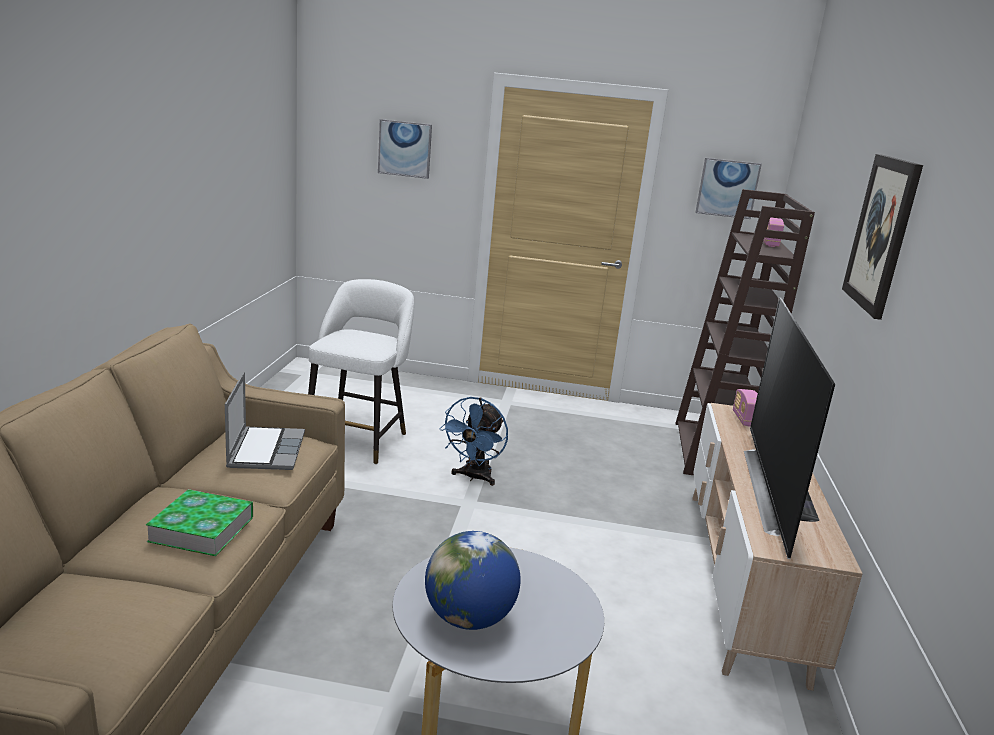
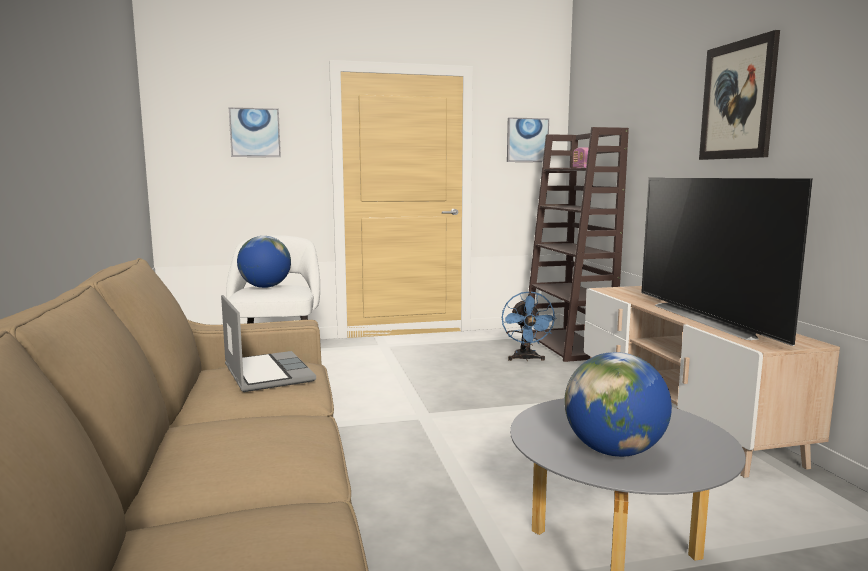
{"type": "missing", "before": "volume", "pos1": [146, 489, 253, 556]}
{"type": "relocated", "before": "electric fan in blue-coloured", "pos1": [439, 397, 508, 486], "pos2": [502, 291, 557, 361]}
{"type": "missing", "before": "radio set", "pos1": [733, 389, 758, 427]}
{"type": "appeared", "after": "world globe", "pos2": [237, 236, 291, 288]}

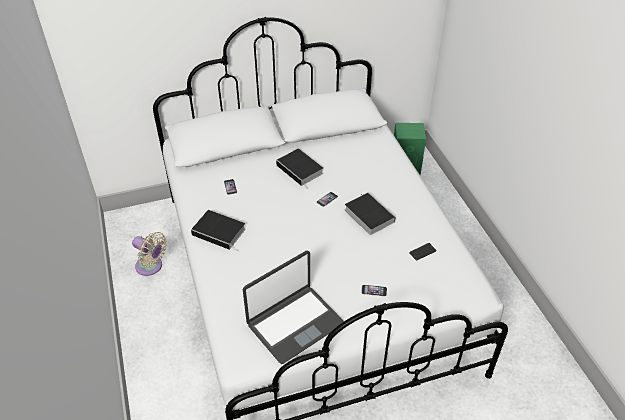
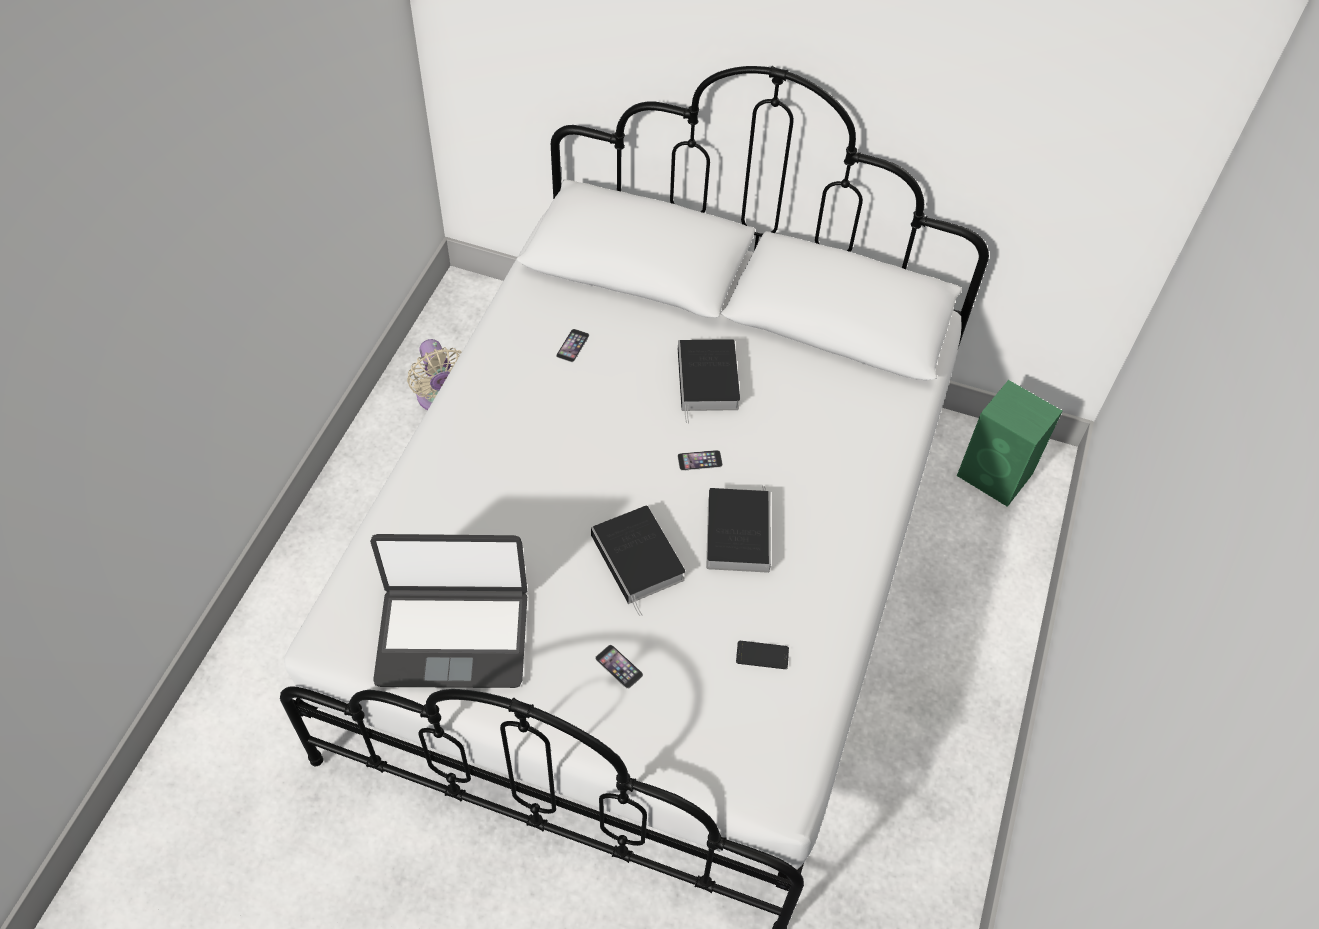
{"type": "relocated", "before": "volume", "pos1": [191, 210, 246, 251], "pos2": [591, 506, 685, 616]}

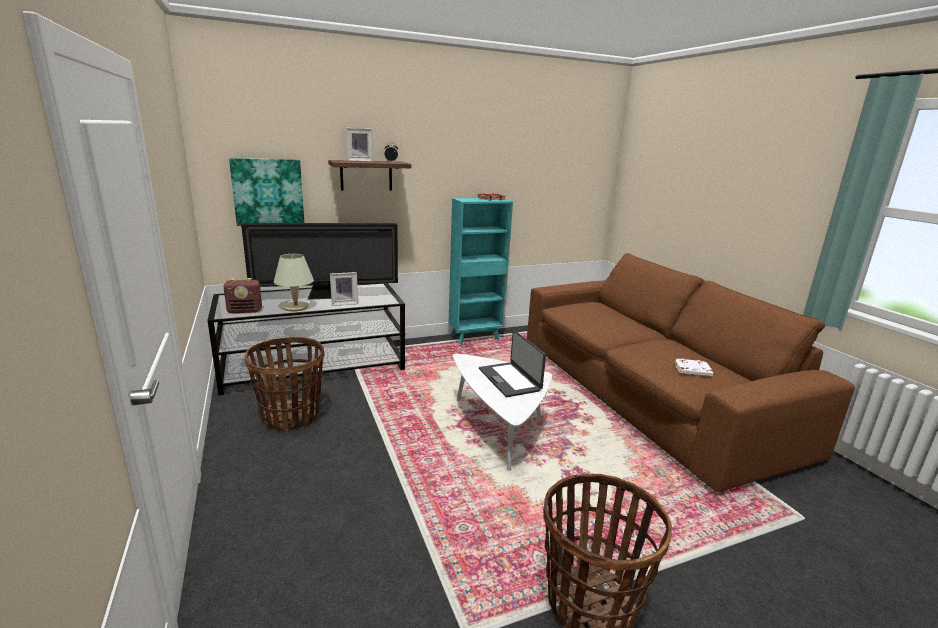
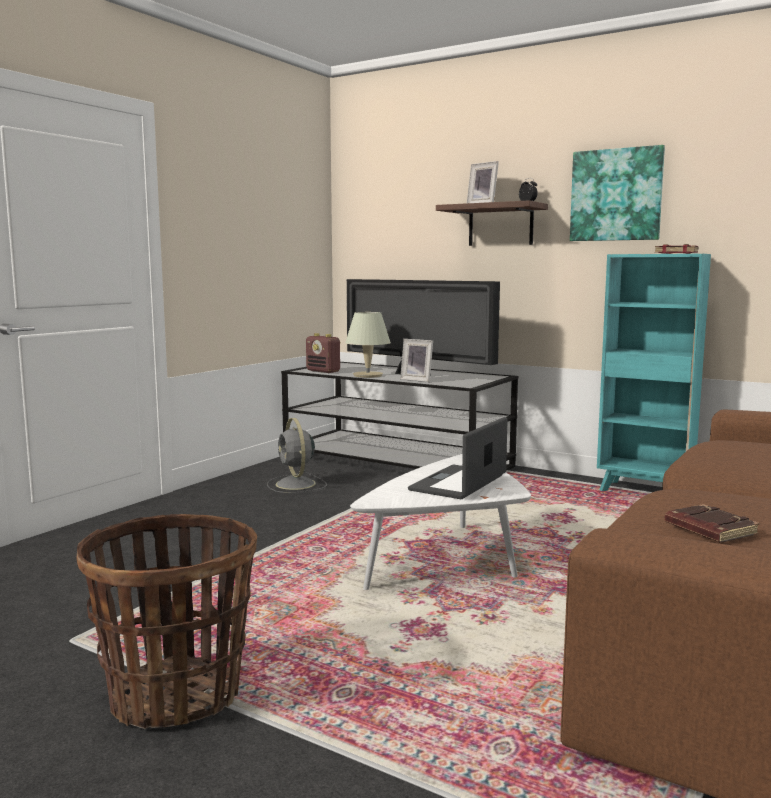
{"type": "relocated", "before": "wall art", "pos1": [229, 158, 304, 226], "pos2": [570, 145, 665, 241]}
{"type": "exchanged", "before": "storage basket", "after": "electric fan in gray", "pos1": [245, 337, 324, 432], "pos2": [267, 418, 327, 493]}
{"type": "colour", "before": "volume in whitish", "after": "volume in brown", "pos1": [674, 358, 713, 377], "pos2": [665, 504, 760, 543]}

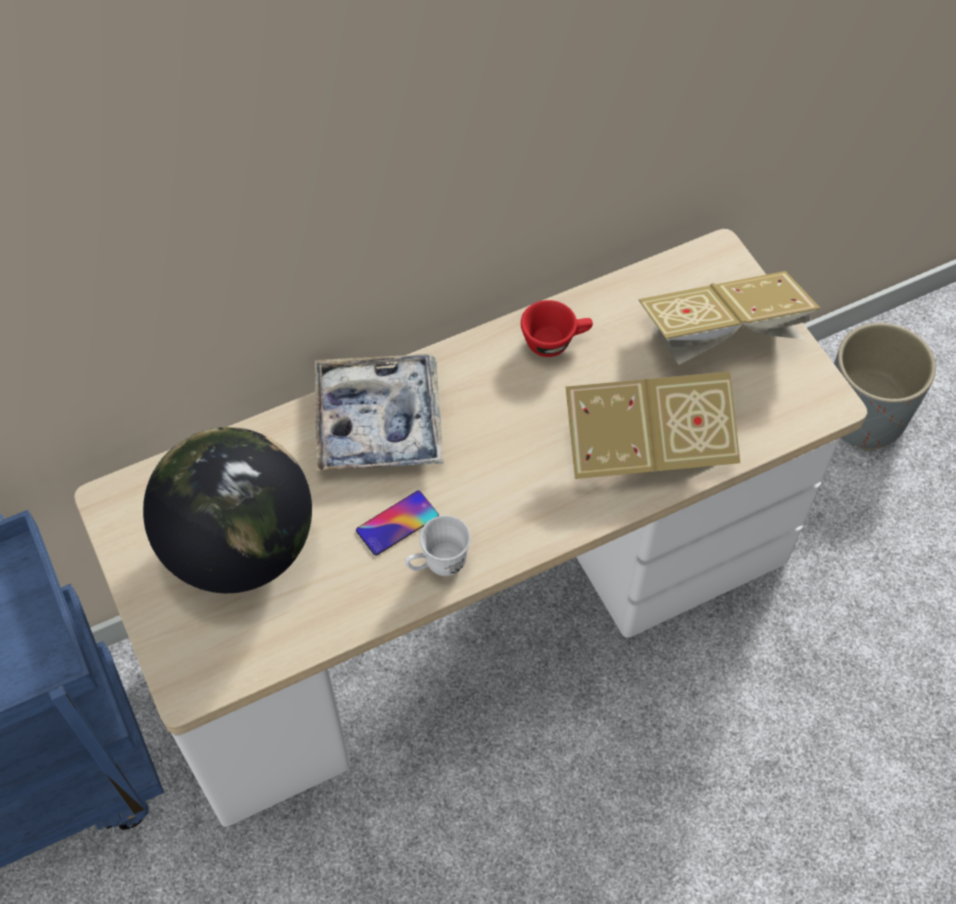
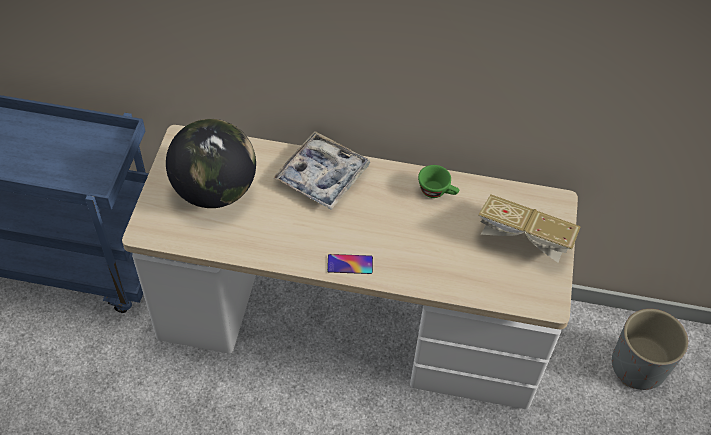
{"type": "relocated", "before": "telephone", "pos1": [356, 490, 439, 556], "pos2": [327, 254, 373, 274]}
{"type": "missing", "before": "mug in whitish", "pos1": [405, 515, 471, 576]}
{"type": "colour", "before": "drinking cup in red-coloured", "after": "drinking cup in greenish", "pos1": [521, 300, 593, 357], "pos2": [418, 165, 459, 198]}
{"type": "missing", "before": "volume", "pos1": [566, 371, 740, 479]}

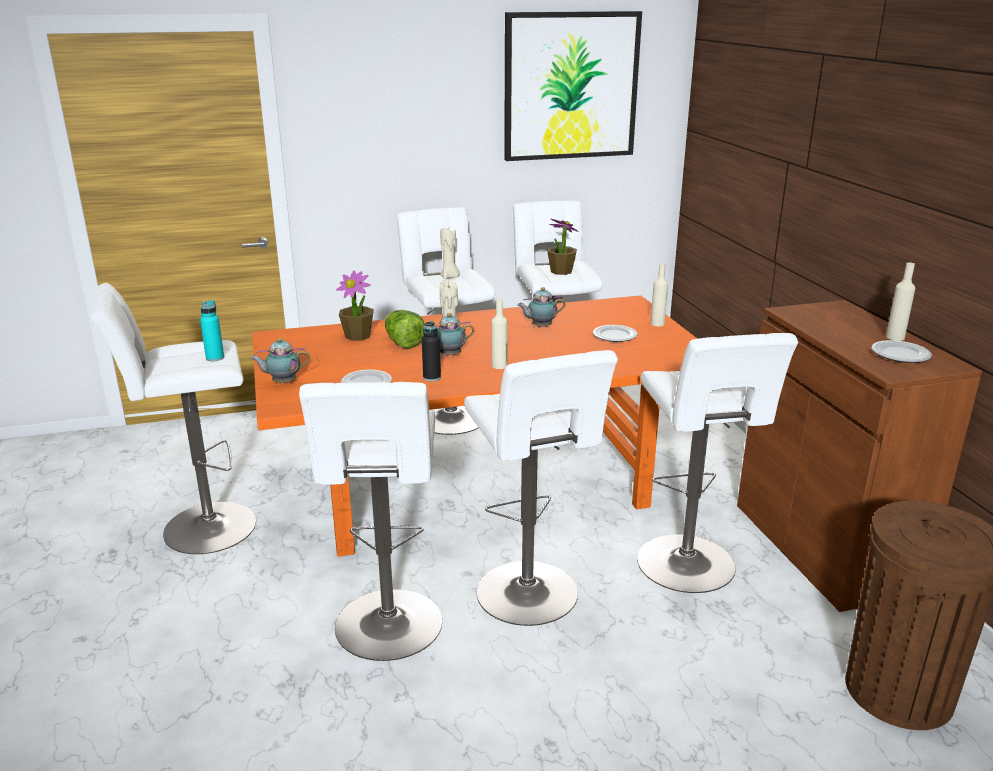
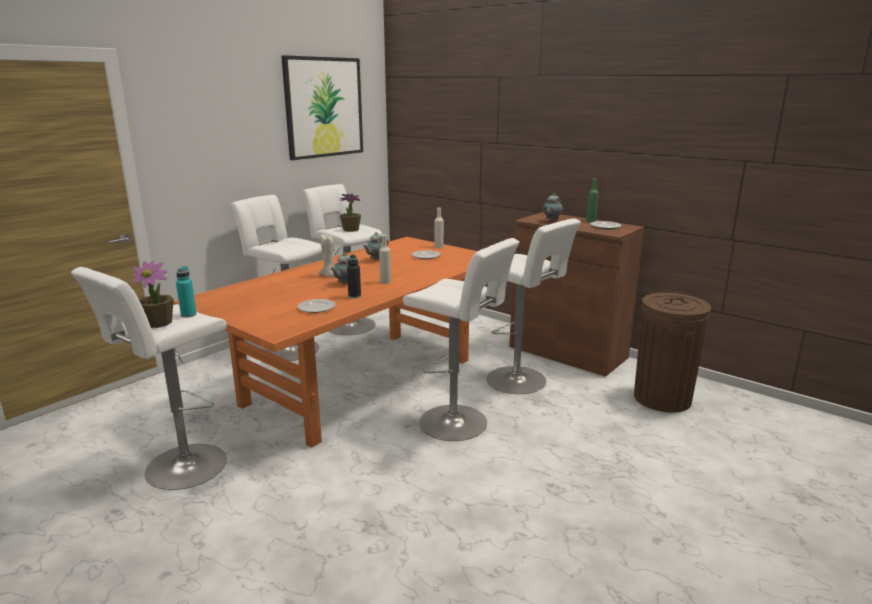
{"type": "relocated", "before": "pot for tea", "pos1": [251, 338, 310, 383], "pos2": [542, 193, 563, 221]}
{"type": "missing", "before": "sitting stool in whitish", "pos1": [299, 382, 442, 661]}
{"type": "relocated", "before": "potted plant", "pos1": [336, 271, 374, 341], "pos2": [131, 261, 174, 328]}
{"type": "missing", "before": "lettuce head", "pos1": [385, 310, 425, 349]}
{"type": "missing", "before": "candle in beige", "pos1": [440, 228, 460, 279]}
{"type": "colour", "before": "bottle in beige", "after": "bottle in greenish", "pos1": [886, 262, 915, 341], "pos2": [586, 179, 599, 222]}

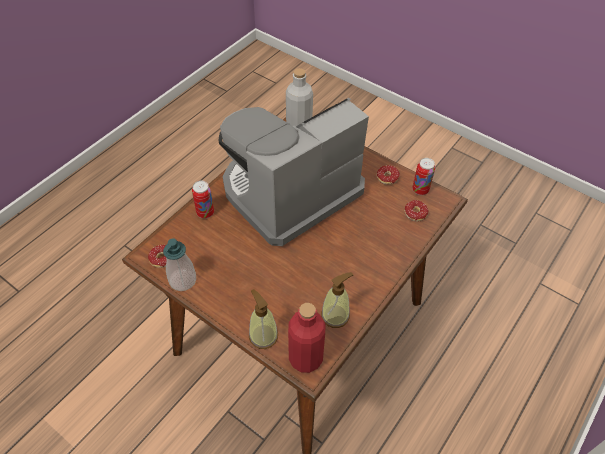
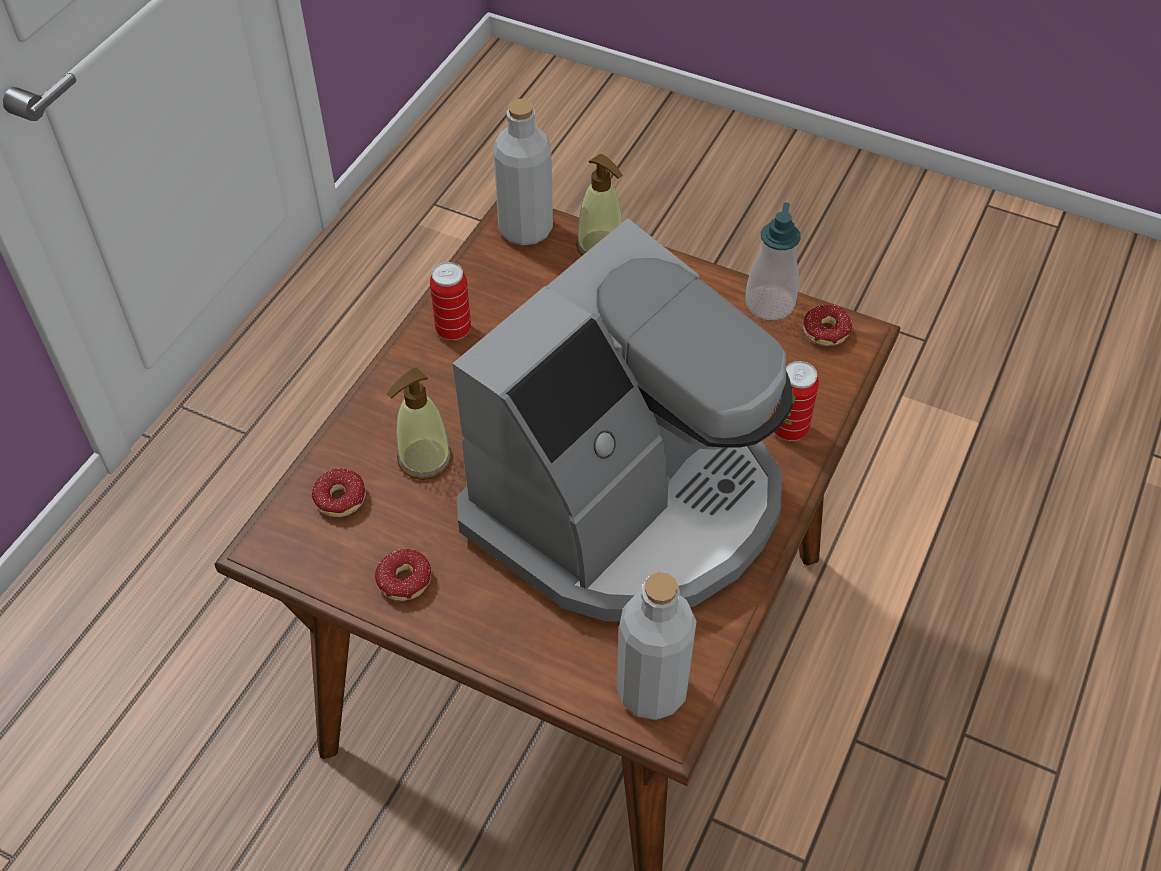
{"type": "colour", "before": "bottle in red-coloured", "after": "bottle in gray", "pos1": [288, 303, 325, 373], "pos2": [493, 99, 553, 245]}
{"type": "relocated", "before": "soap bottle", "pos1": [321, 272, 354, 328], "pos2": [387, 368, 452, 480]}
{"type": "relocated", "before": "metal can", "pos1": [412, 158, 435, 195], "pos2": [430, 262, 471, 341]}

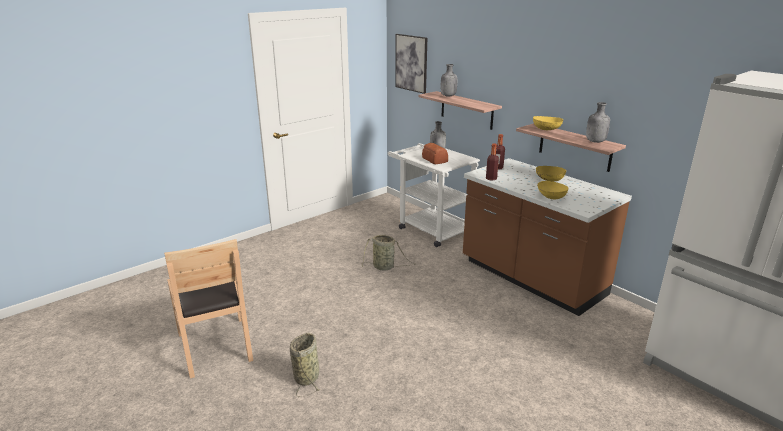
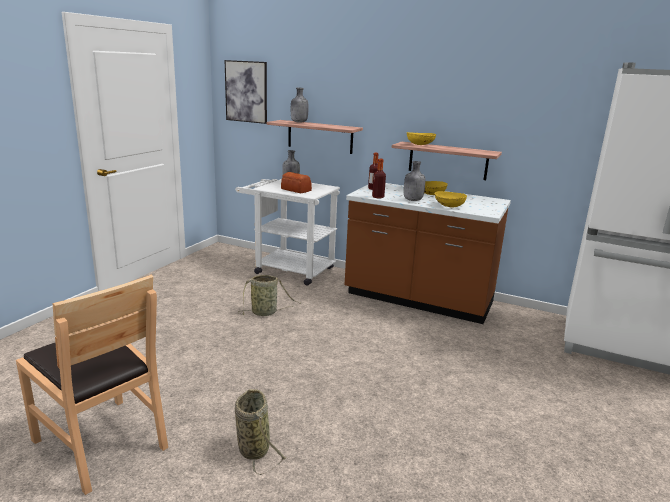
{"type": "relocated", "before": "bottle in gray", "pos1": [586, 102, 610, 143], "pos2": [404, 161, 425, 201]}

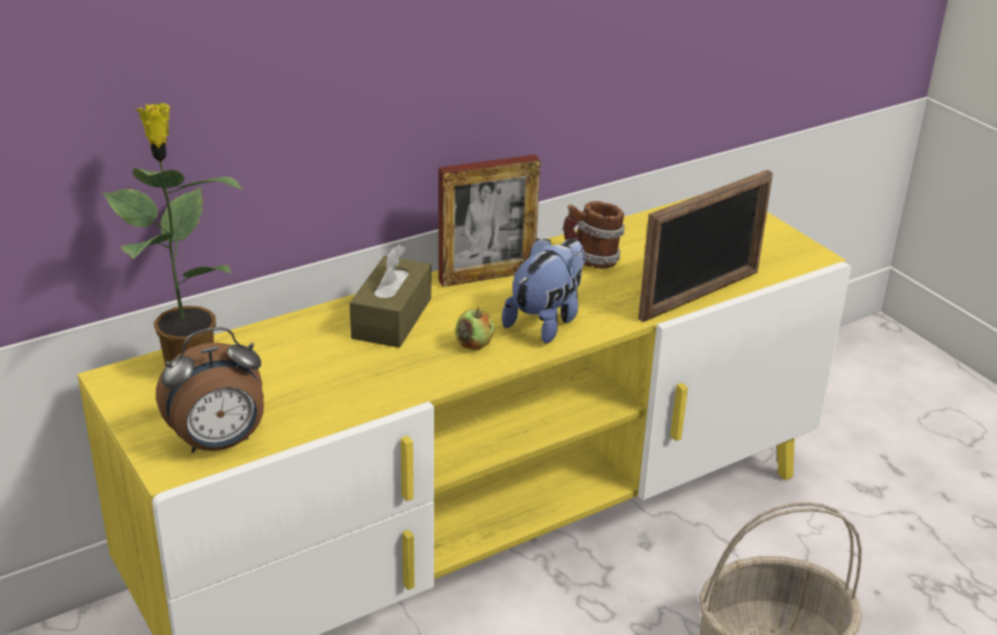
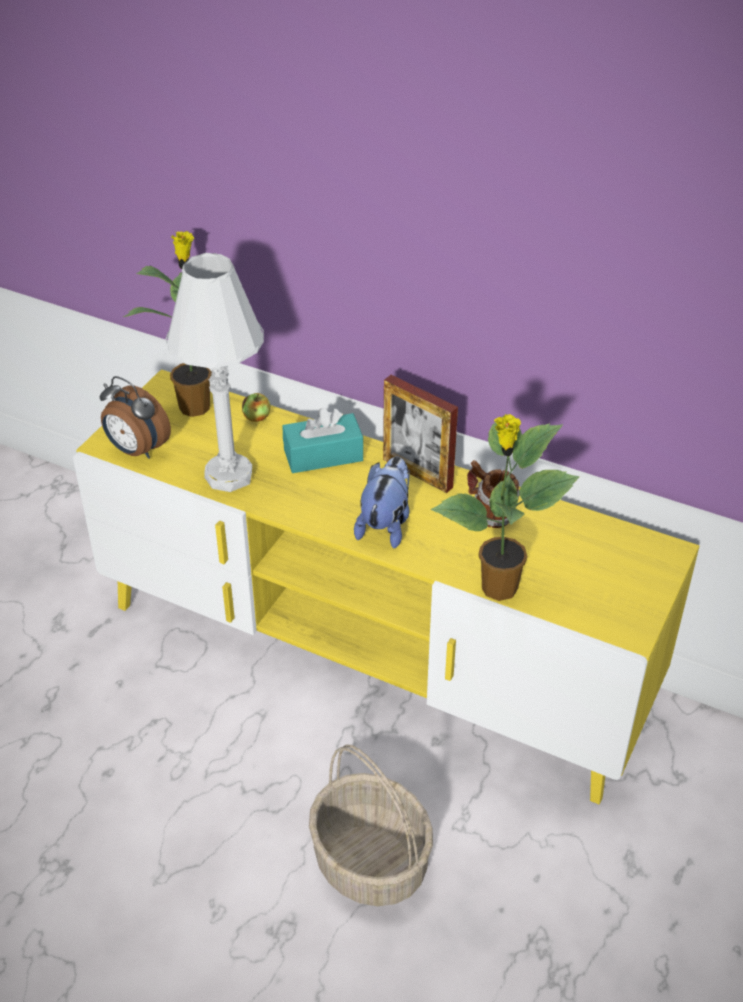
{"type": "colour", "before": "tissue holder in brown", "after": "tissue holder in blue-green", "pos1": [349, 244, 431, 348], "pos2": [283, 408, 363, 473]}
{"type": "relocated", "before": "apple", "pos1": [455, 307, 494, 350], "pos2": [242, 393, 270, 422]}
{"type": "spun", "before": "plush toy", "pos1": [502, 238, 585, 344], "pos2": [354, 456, 410, 548], "turn": -75}
{"type": "exchanged", "before": "picture frame", "after": "potted plant", "pos1": [638, 170, 773, 322], "pos2": [431, 414, 579, 601]}
{"type": "appeared", "after": "table lamp in whitish", "pos2": [166, 253, 264, 492]}

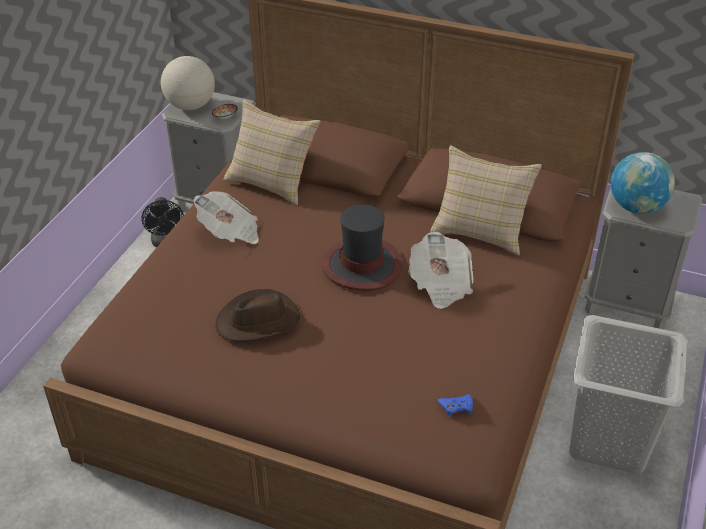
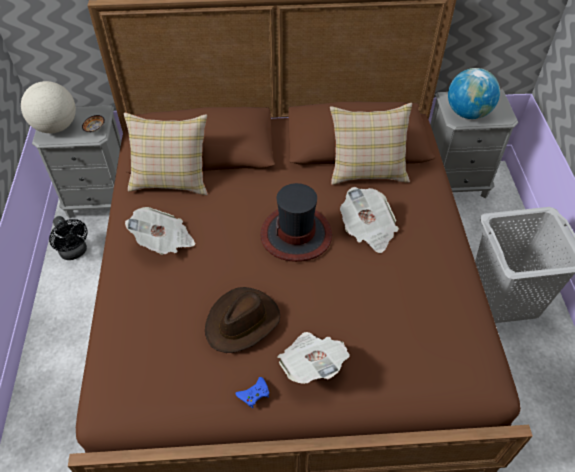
{"type": "relocated", "before": "game controller in blue-coloured", "pos1": [438, 394, 473, 417], "pos2": [235, 377, 269, 408]}
{"type": "appeared", "after": "newspaper", "pos2": [277, 332, 350, 384]}

